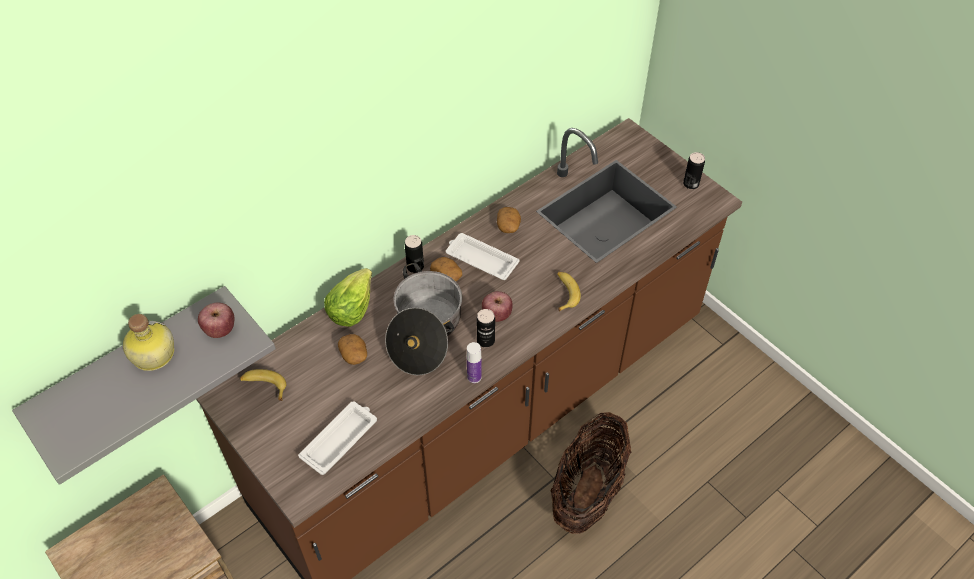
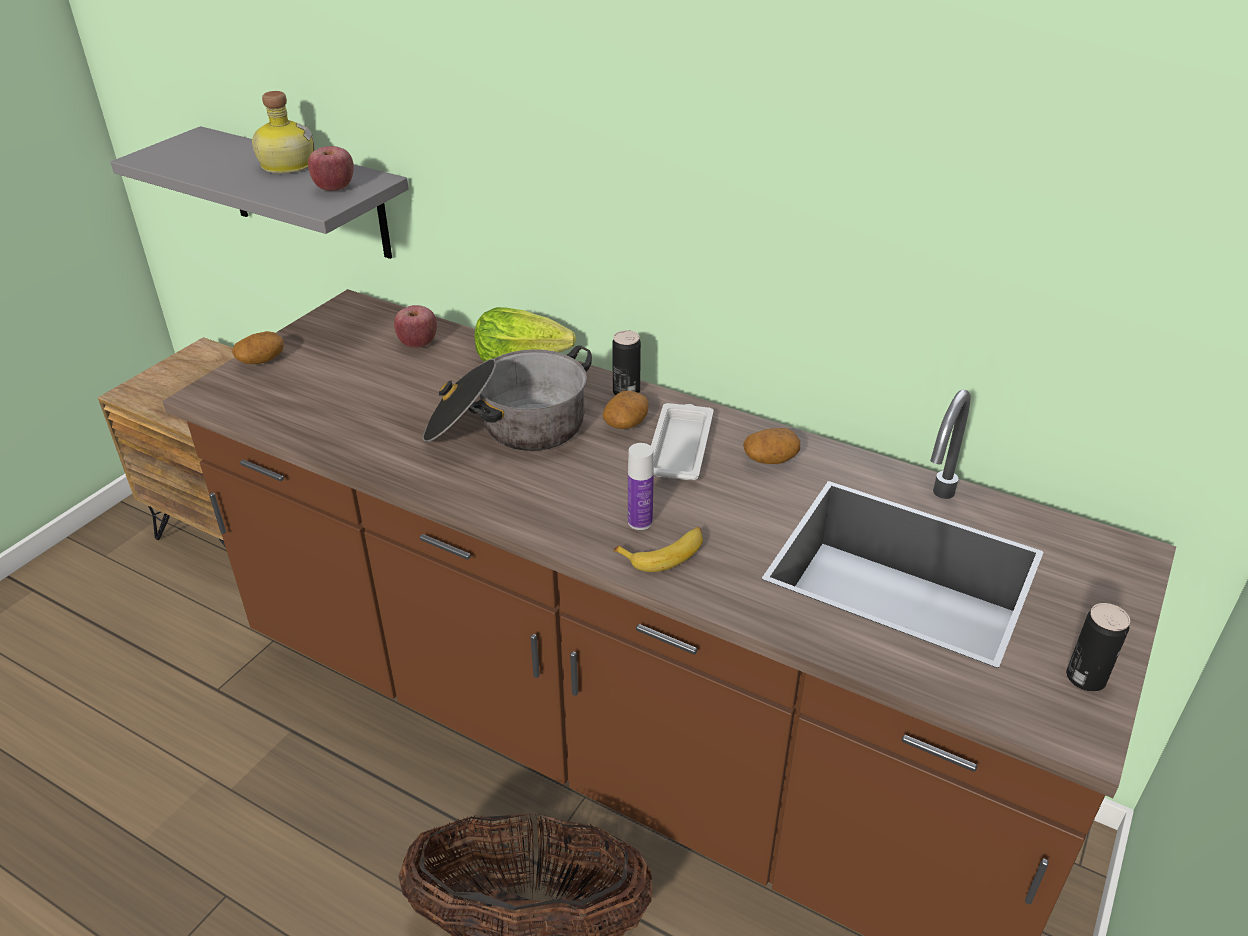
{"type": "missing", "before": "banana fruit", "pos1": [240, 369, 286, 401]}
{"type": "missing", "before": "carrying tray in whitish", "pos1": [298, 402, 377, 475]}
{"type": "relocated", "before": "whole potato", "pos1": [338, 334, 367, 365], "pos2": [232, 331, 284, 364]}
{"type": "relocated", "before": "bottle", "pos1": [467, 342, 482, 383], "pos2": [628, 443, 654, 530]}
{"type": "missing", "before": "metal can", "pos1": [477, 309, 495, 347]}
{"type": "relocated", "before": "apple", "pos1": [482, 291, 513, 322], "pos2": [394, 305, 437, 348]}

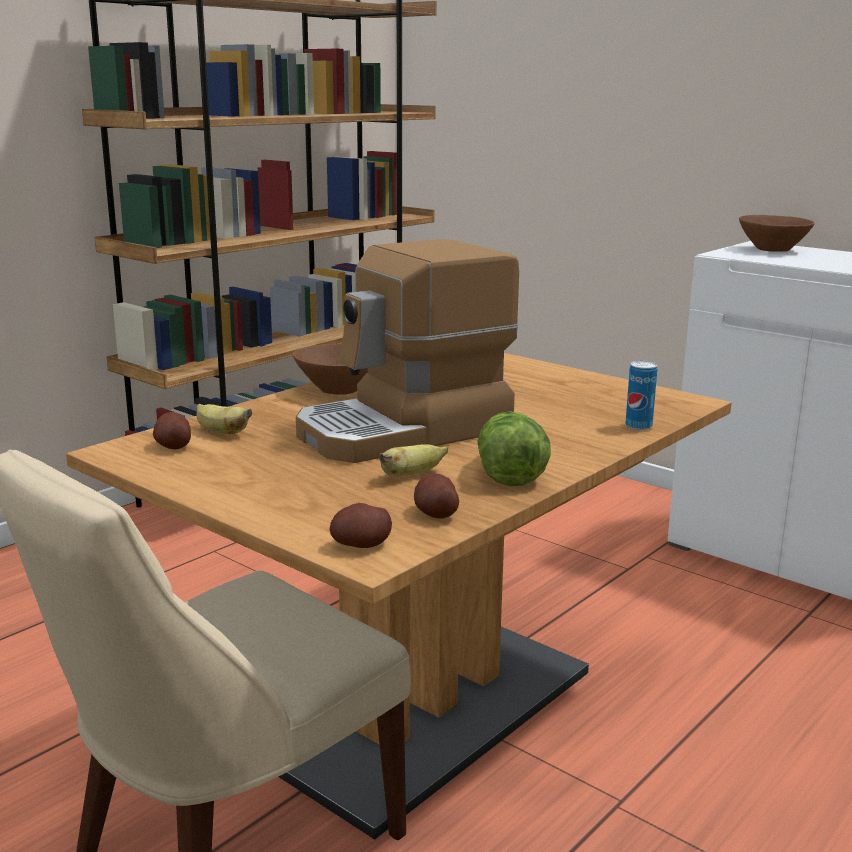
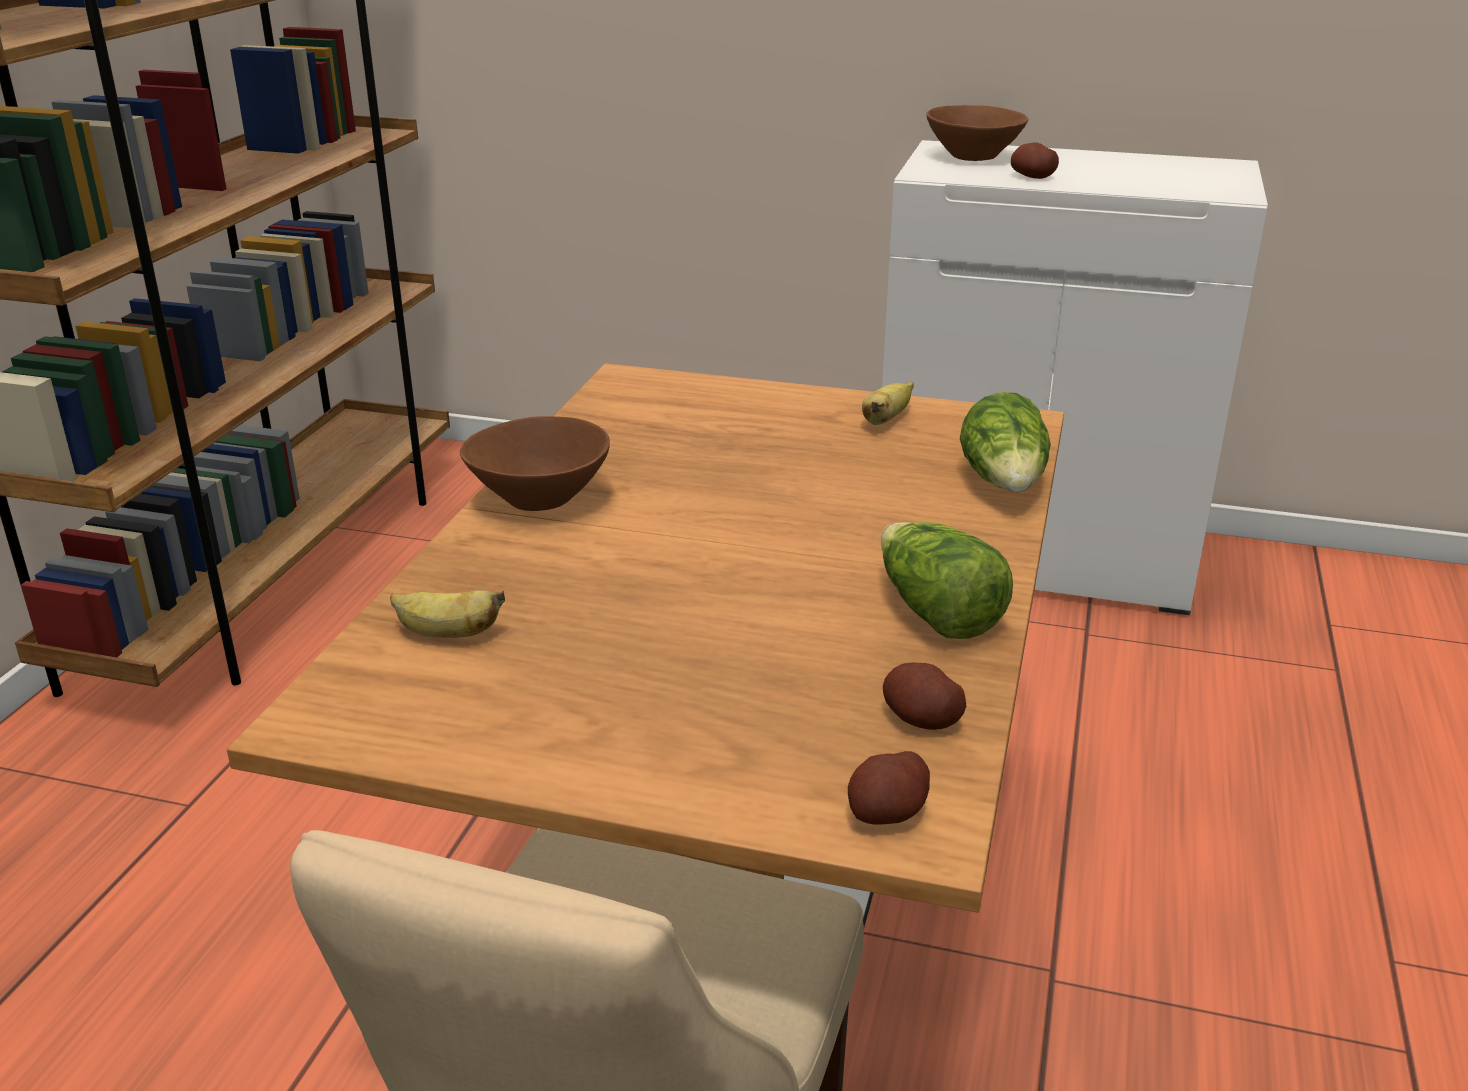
{"type": "relocated", "before": "whole potato", "pos1": [153, 412, 191, 449], "pos2": [1011, 143, 1059, 179]}
{"type": "missing", "before": "coffee maker", "pos1": [296, 239, 519, 463]}
{"type": "relocated", "before": "banana fruit", "pos1": [380, 444, 448, 476], "pos2": [862, 382, 914, 425]}
{"type": "exchanged", "before": "metal can", "after": "lettuce head", "pos1": [625, 361, 657, 430], "pos2": [960, 392, 1051, 492]}

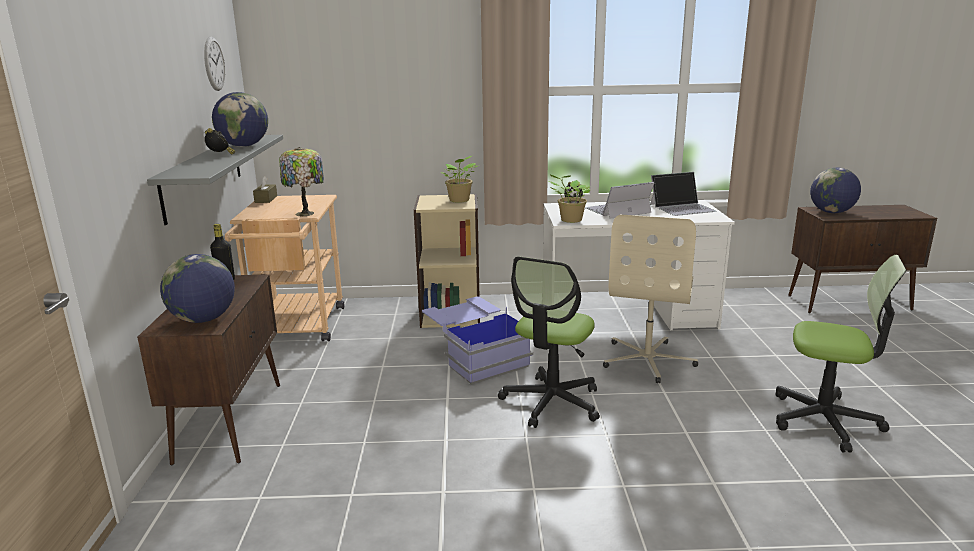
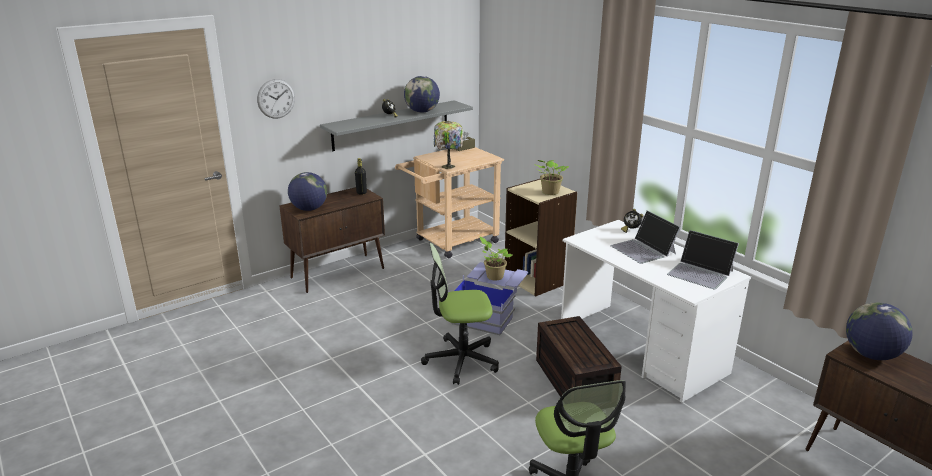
{"type": "relocated", "before": "clock on the wall", "pos1": [204, 36, 225, 91], "pos2": [257, 79, 295, 118]}
{"type": "relocated", "before": "potted plant", "pos1": [549, 174, 591, 223], "pos2": [480, 237, 512, 280]}
{"type": "spun", "before": "portable computer", "pos1": [585, 182, 654, 219], "pos2": [611, 210, 681, 264], "turn": -150}
{"type": "exchanged", "before": "desk chair in beige", "after": "storage box in brown", "pos1": [603, 214, 698, 383], "pos2": [536, 316, 622, 397]}

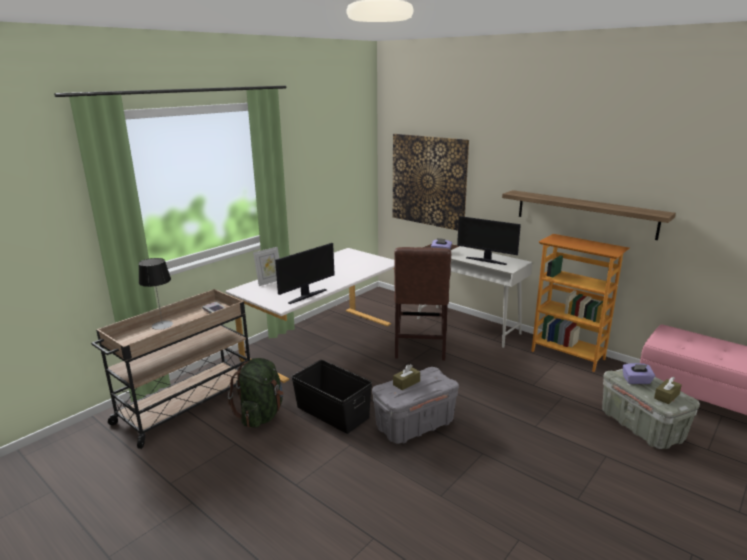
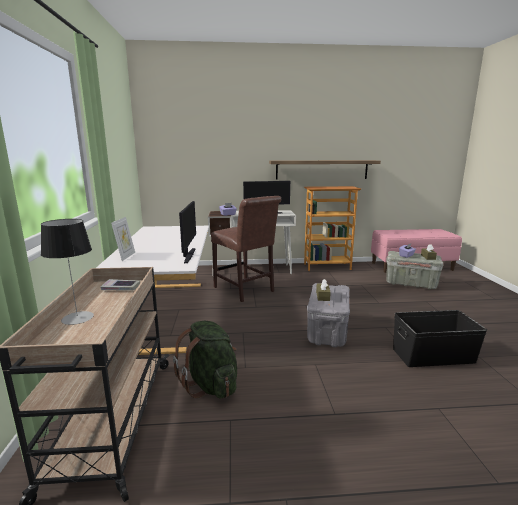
{"type": "relocated", "before": "storage box in black", "pos1": [291, 360, 372, 434], "pos2": [393, 310, 487, 367]}
{"type": "missing", "before": "wall art", "pos1": [393, 134, 469, 231]}

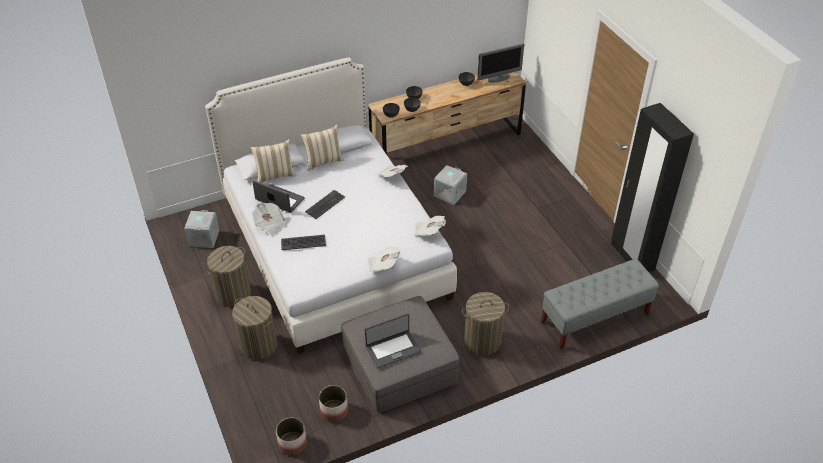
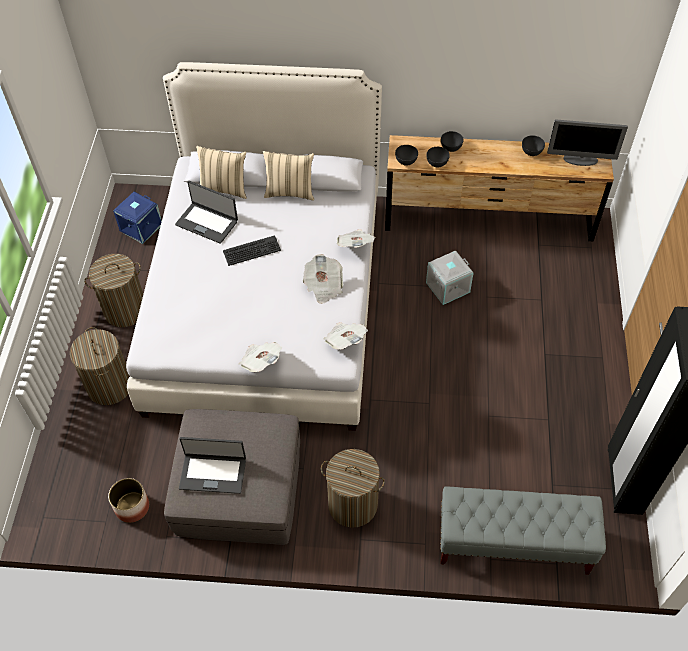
{"type": "colour", "before": "storage box in gray", "after": "storage box in blue-coloured", "pos1": [184, 210, 219, 248], "pos2": [113, 192, 162, 244]}
{"type": "spun", "before": "portable computer", "pos1": [252, 180, 305, 213], "pos2": [175, 181, 238, 244], "turn": 150}
{"type": "relocated", "before": "newspaper", "pos1": [252, 202, 286, 236], "pos2": [303, 254, 343, 304]}
{"type": "missing", "before": "plant pot", "pos1": [276, 417, 307, 455]}
{"type": "missing", "before": "PC keyboard", "pos1": [281, 235, 326, 250]}

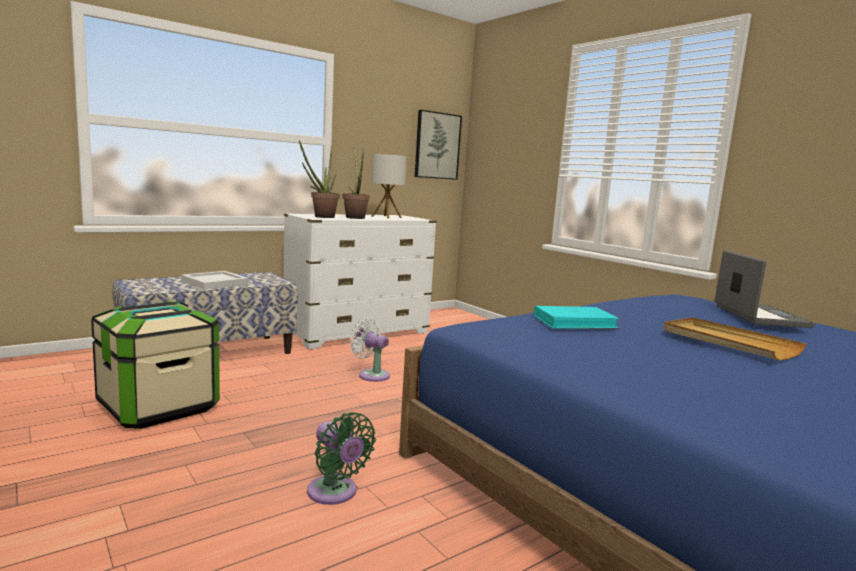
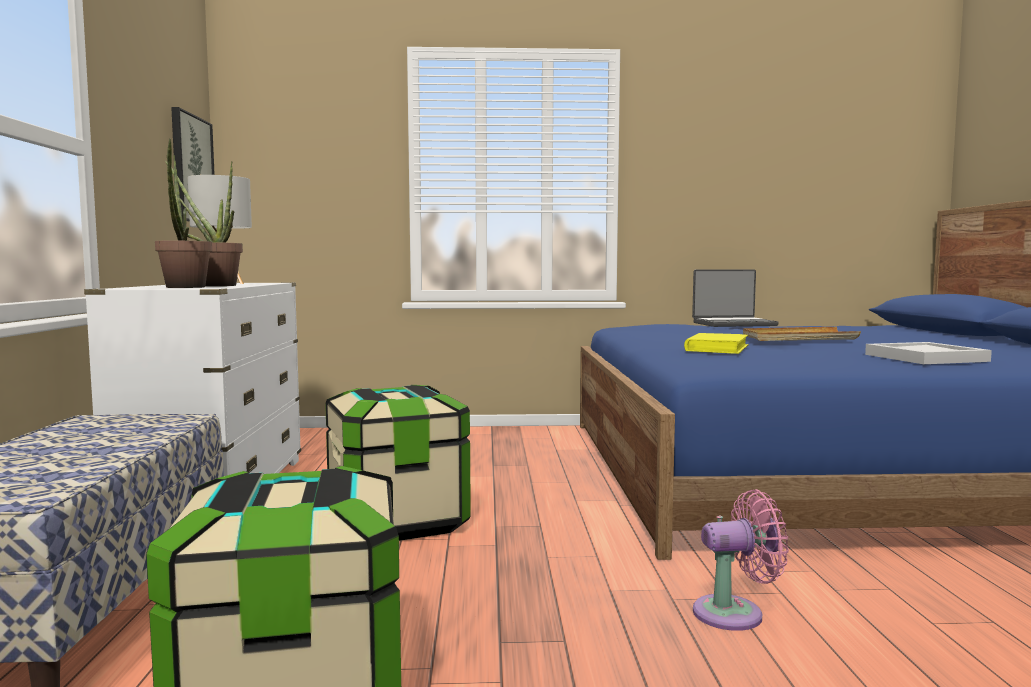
{"type": "relocated", "before": "carrying tray in whitish", "pos1": [181, 271, 249, 290], "pos2": [865, 342, 992, 364]}
{"type": "colour", "before": "electric fan in greenish", "after": "electric fan in pink", "pos1": [307, 412, 376, 505], "pos2": [693, 489, 789, 631]}
{"type": "exchanged", "before": "electric fan in whitish", "after": "storage box", "pos1": [350, 318, 390, 382], "pos2": [325, 385, 471, 541]}
{"type": "colour", "before": "volume in blue-green", "after": "volume in yellowish", "pos1": [534, 306, 619, 329], "pos2": [684, 333, 749, 354]}
{"type": "spun", "before": "portable computer", "pos1": [715, 250, 815, 328], "pos2": [692, 270, 779, 327], "turn": 135}

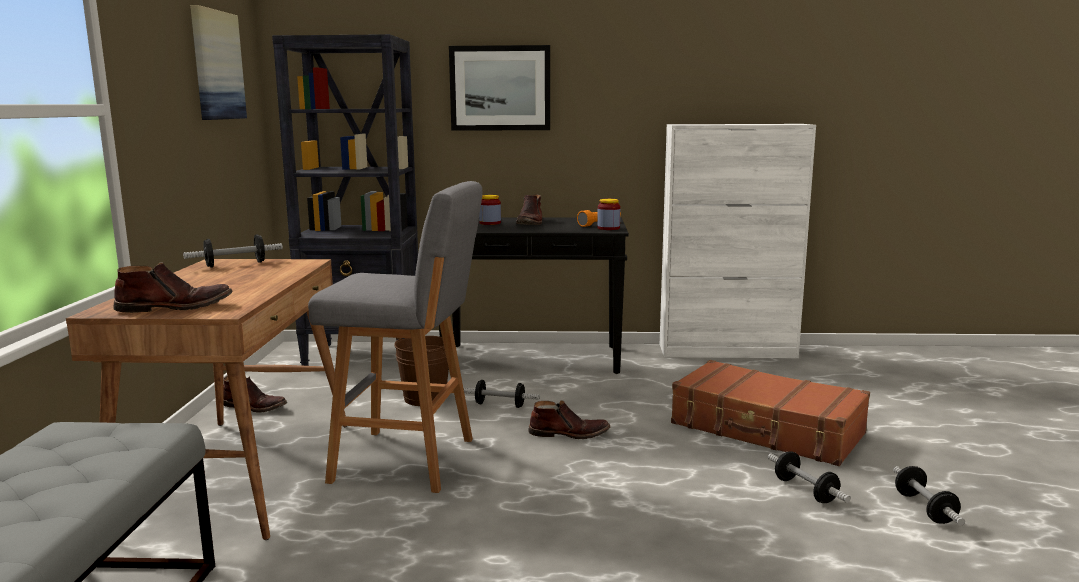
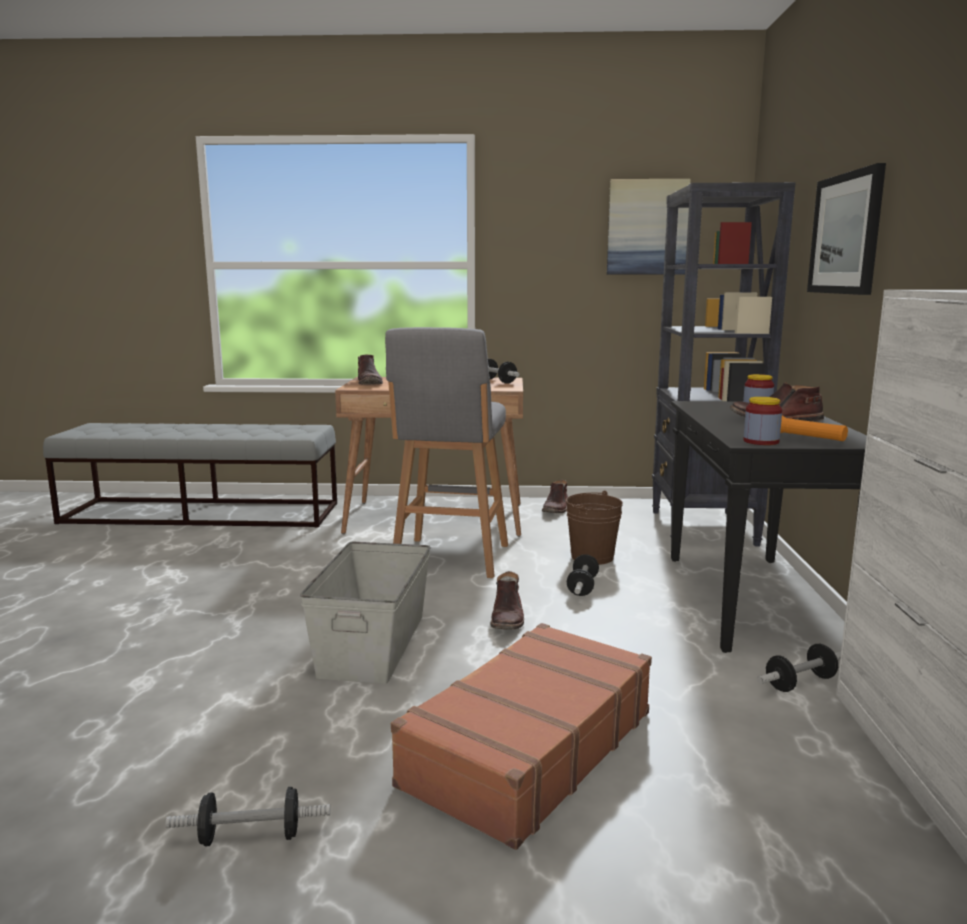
{"type": "relocated", "before": "dumbbell", "pos1": [768, 451, 851, 503], "pos2": [757, 644, 841, 692]}
{"type": "appeared", "after": "storage box in gray", "pos2": [300, 542, 431, 684]}

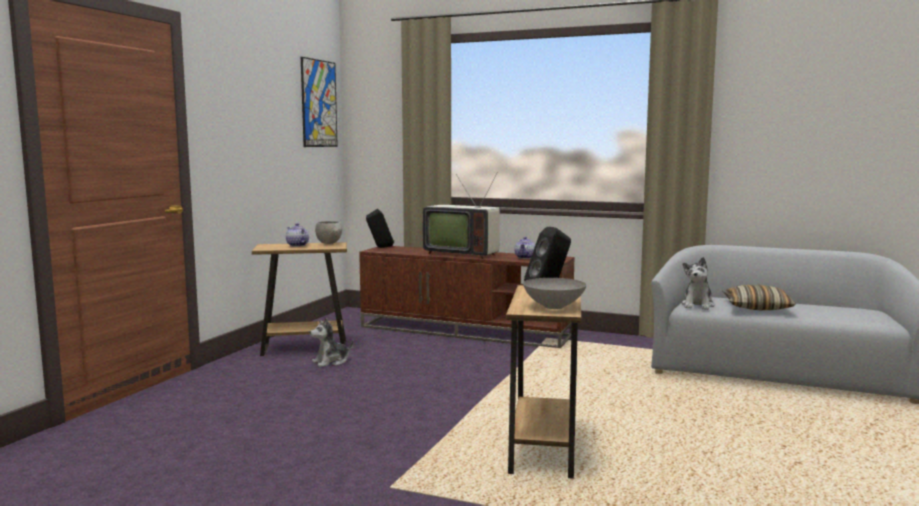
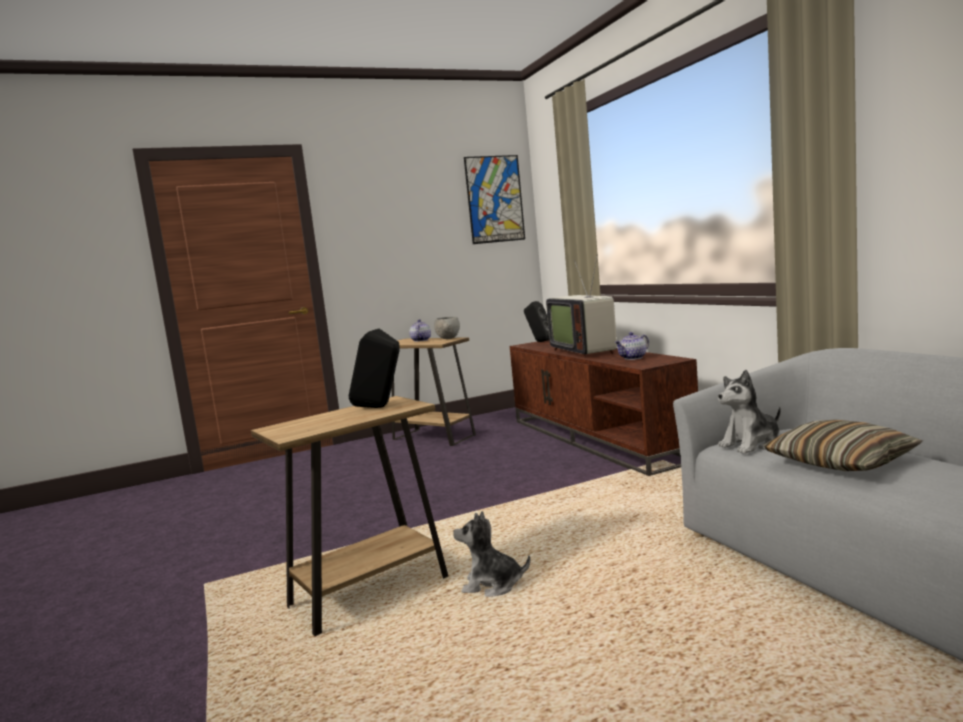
{"type": "relocated", "before": "plush toy", "pos1": [310, 318, 353, 367], "pos2": [453, 511, 530, 597]}
{"type": "missing", "before": "deep dish in gray", "pos1": [523, 278, 586, 309]}

